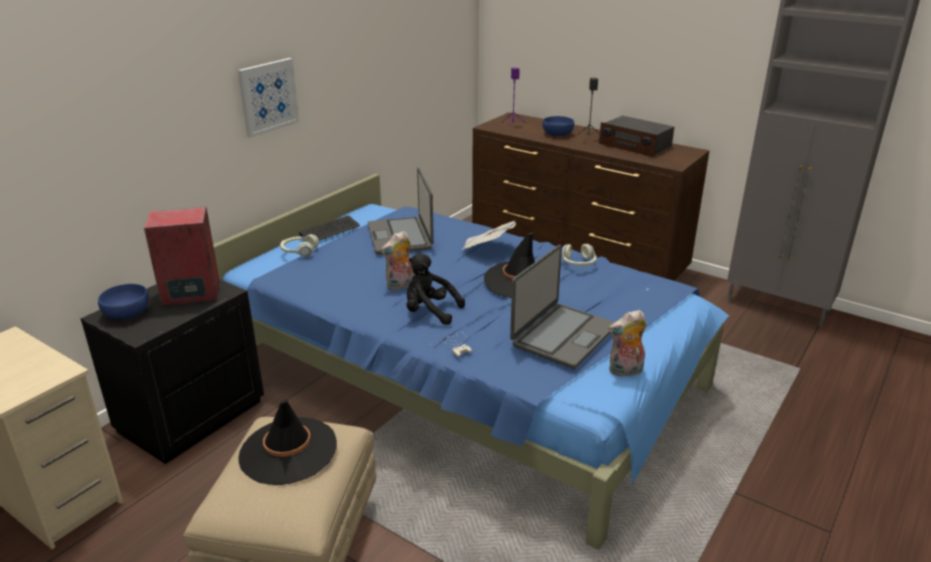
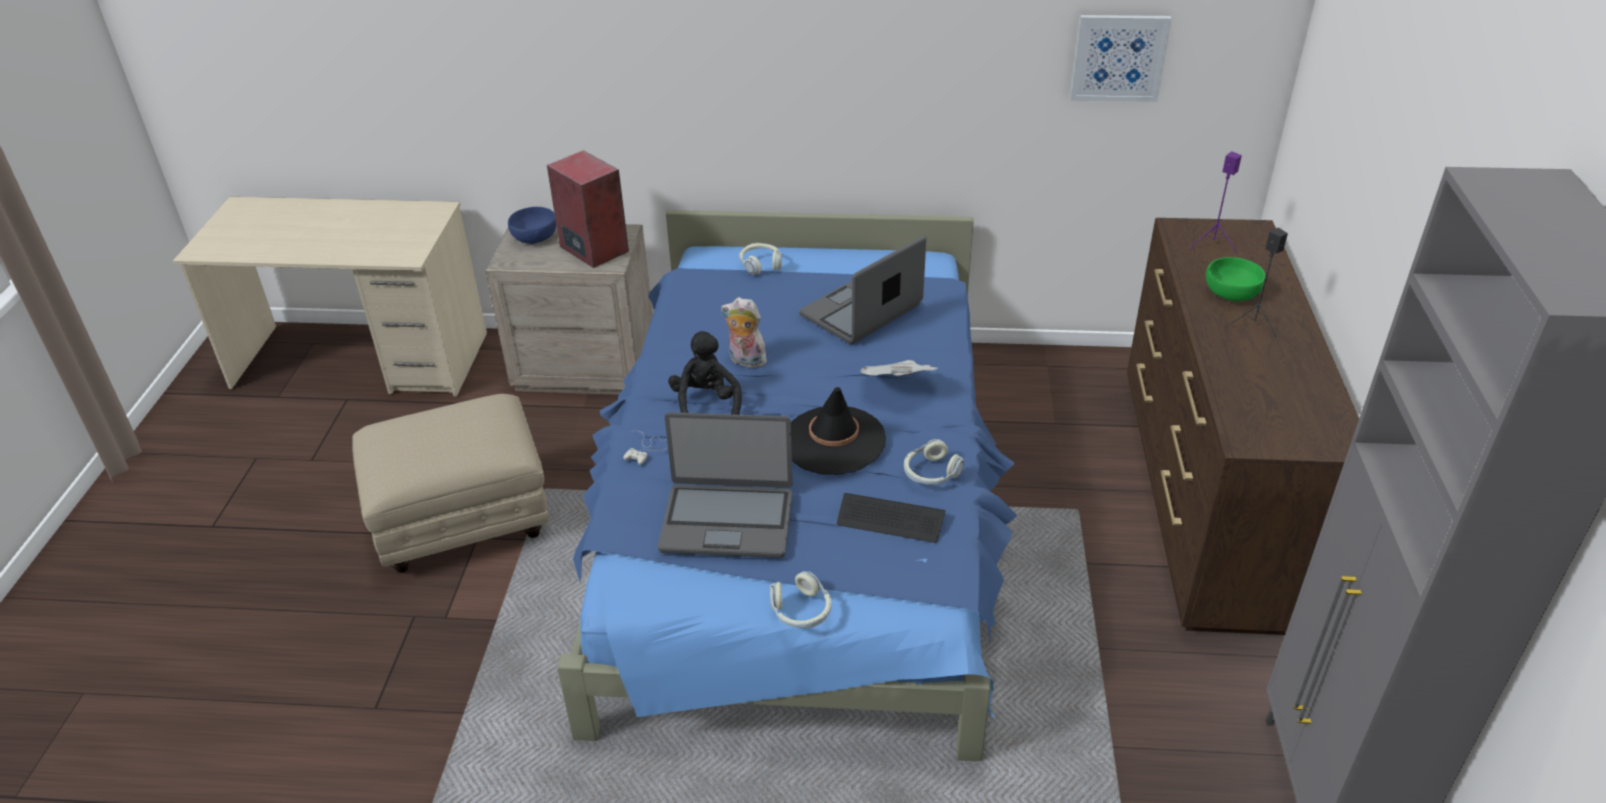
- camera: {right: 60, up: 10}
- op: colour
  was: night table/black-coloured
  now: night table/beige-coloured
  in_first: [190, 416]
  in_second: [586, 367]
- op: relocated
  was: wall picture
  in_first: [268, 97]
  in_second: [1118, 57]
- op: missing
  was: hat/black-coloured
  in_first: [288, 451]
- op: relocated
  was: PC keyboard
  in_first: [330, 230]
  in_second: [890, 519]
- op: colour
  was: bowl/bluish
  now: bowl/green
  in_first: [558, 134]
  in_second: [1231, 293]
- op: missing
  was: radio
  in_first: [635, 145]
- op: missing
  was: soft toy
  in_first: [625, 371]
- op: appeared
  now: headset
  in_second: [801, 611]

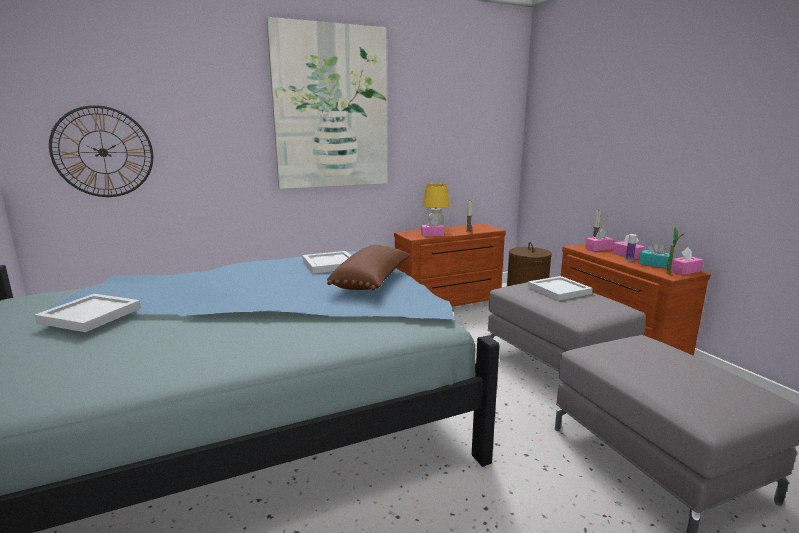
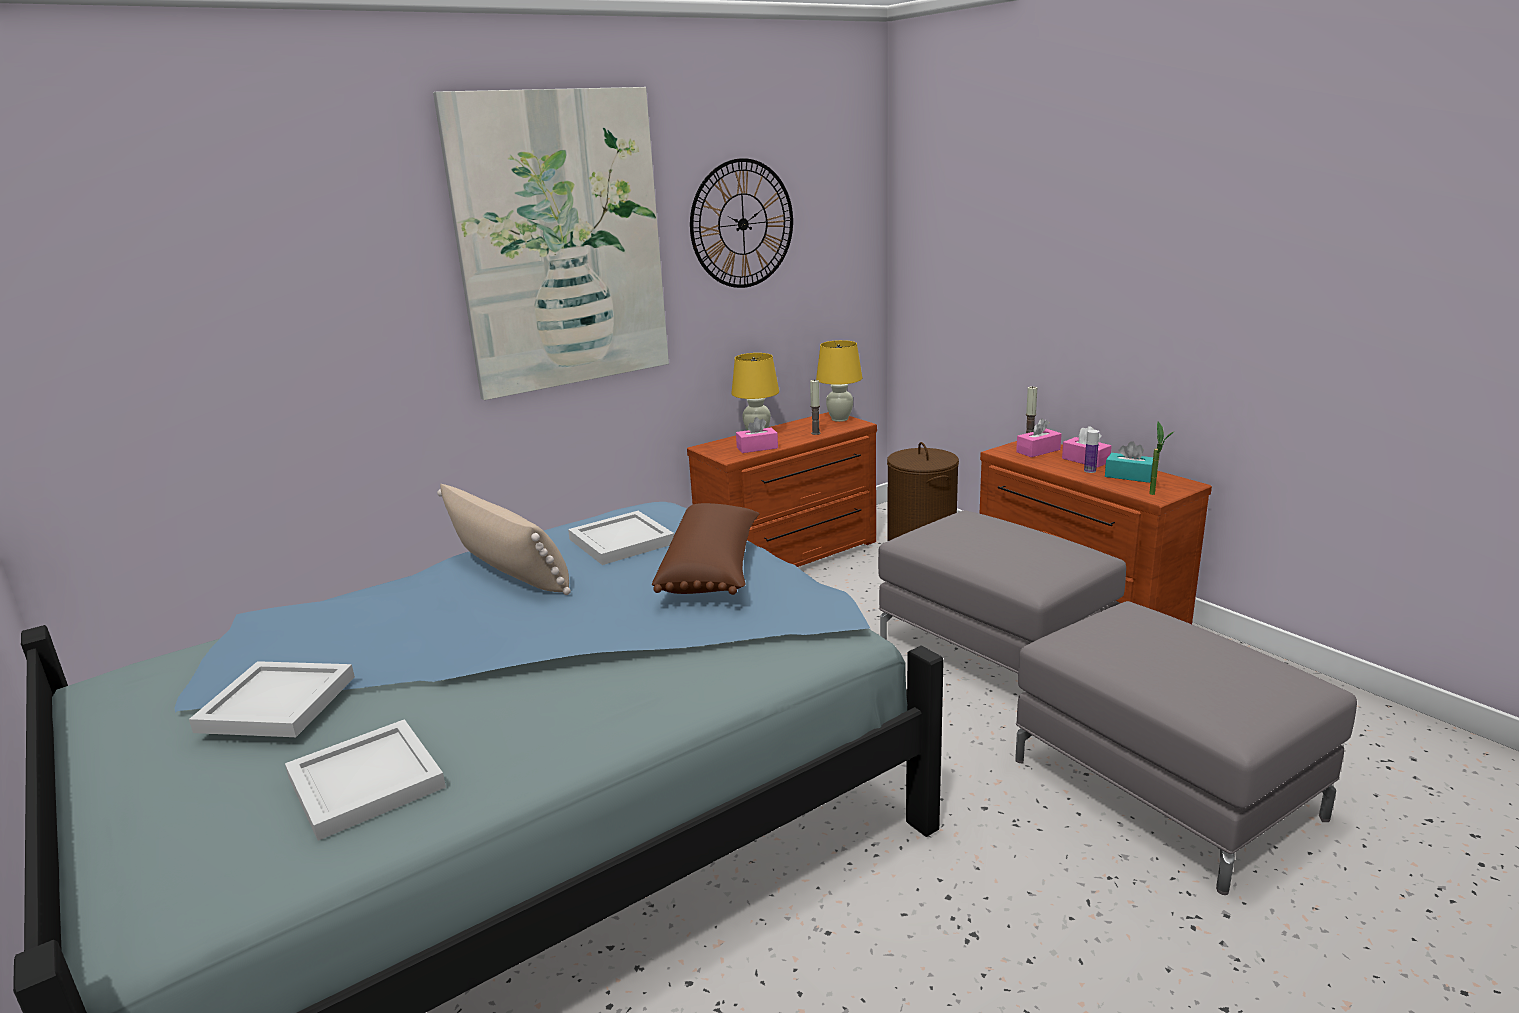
- camera: {right: -10, up: 5}
- op: relocated
  was: wall clock
  in_first: [103, 152]
  in_second: [742, 224]
- op: relocated
  was: serving tray/white-coloured
  in_first: [560, 290]
  in_second: [368, 782]
- op: missing
  was: tissue holder/pink-coloured
  in_first: [684, 271]
- op: appeared
  now: pillow/beige-coloured
  in_second: [510, 571]
- op: appeared
  now: table lamp/yellow-coloured
  in_second: [839, 419]

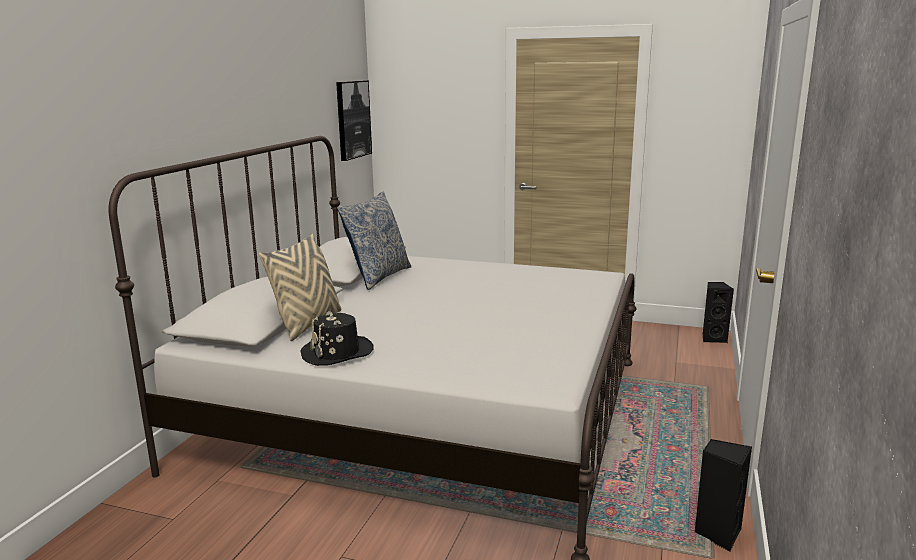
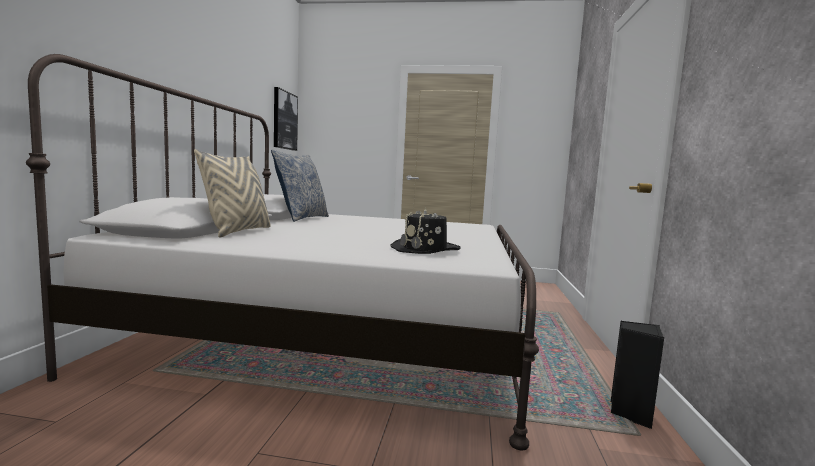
- camera: {right: -10, up: -10}
- op: relocated
  was: hat/black-coloured
  in_first: [337, 353]
  in_second: [425, 249]
- op: missing
  was: audio speaker/black-coloured
  in_first: [713, 338]

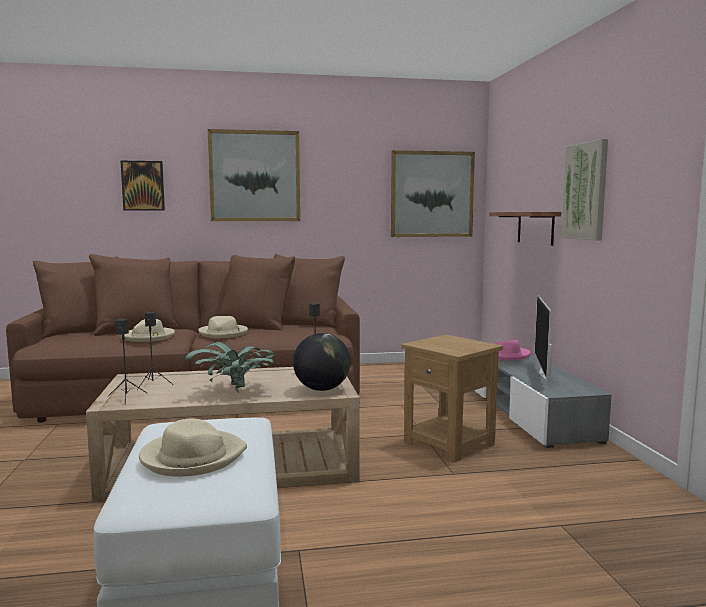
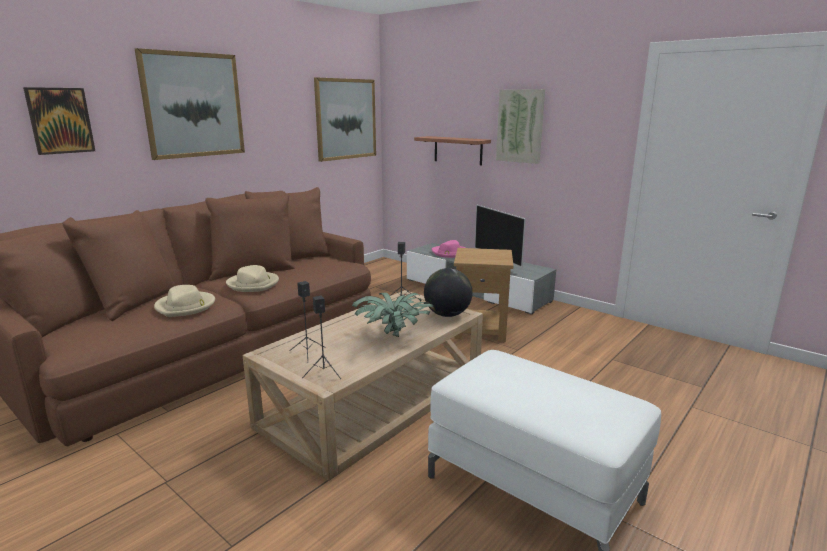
- camera: {right: -40, up: 10}
- op: missing
  was: hat/beige-coloured
  in_first: [192, 457]

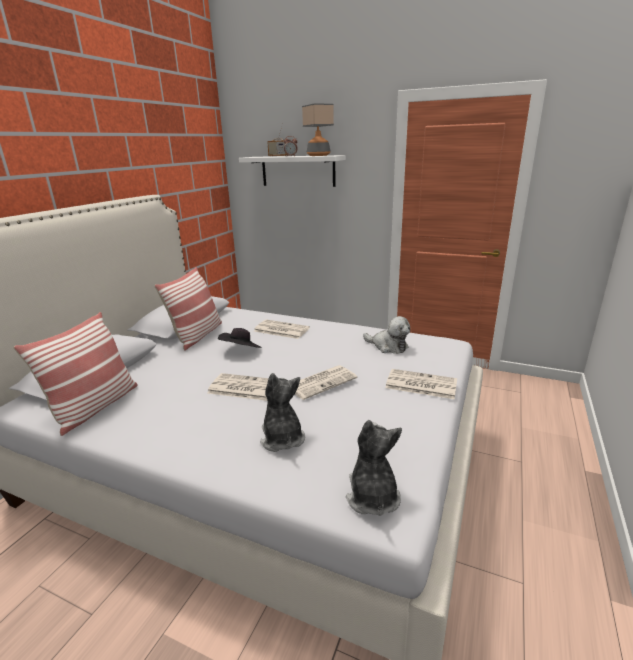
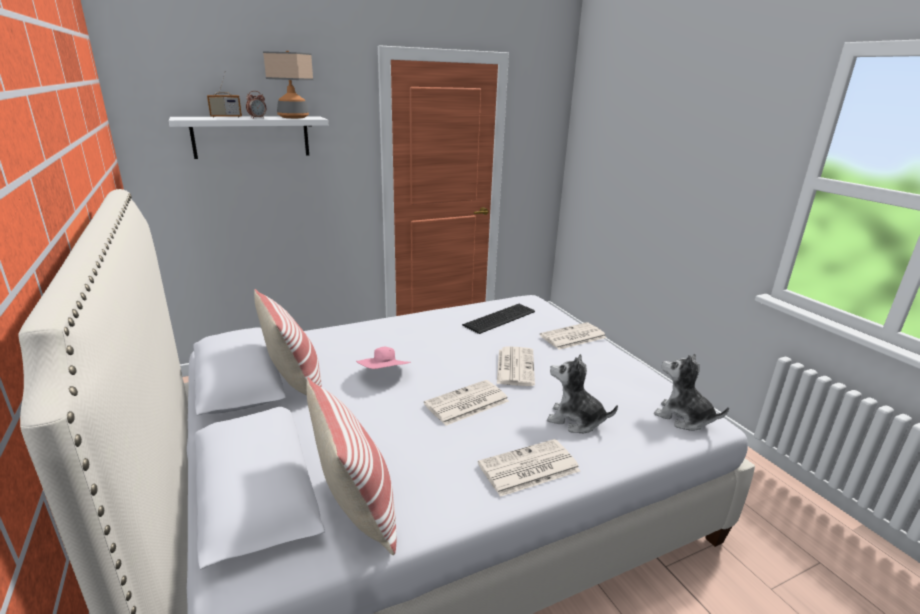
- camera: {right: -50, up: 0}
- op: colour
  was: hat/black-coloured
  now: hat/pink-coloured
  in_first: [241, 351]
  in_second: [384, 375]
- op: relocated
  was: printed paper
  in_first: [280, 330]
  in_second: [528, 468]
- op: exchanged
  was: soft toy
  now: PC keyboard
  in_first: [388, 346]
  in_second: [497, 318]

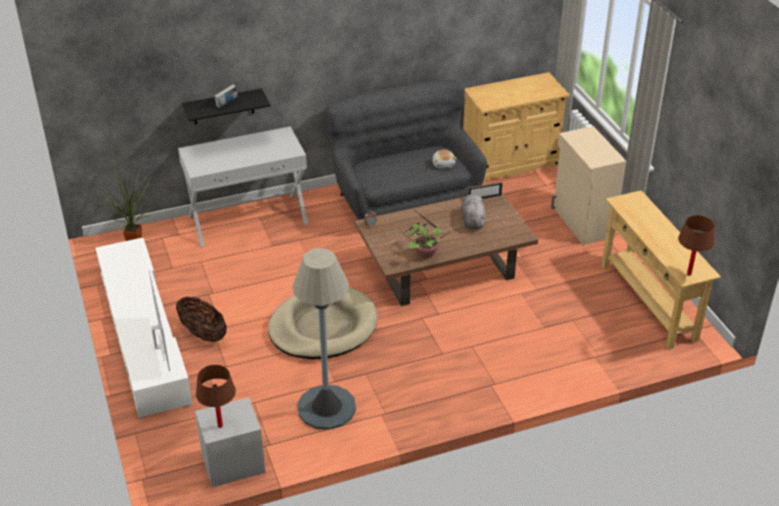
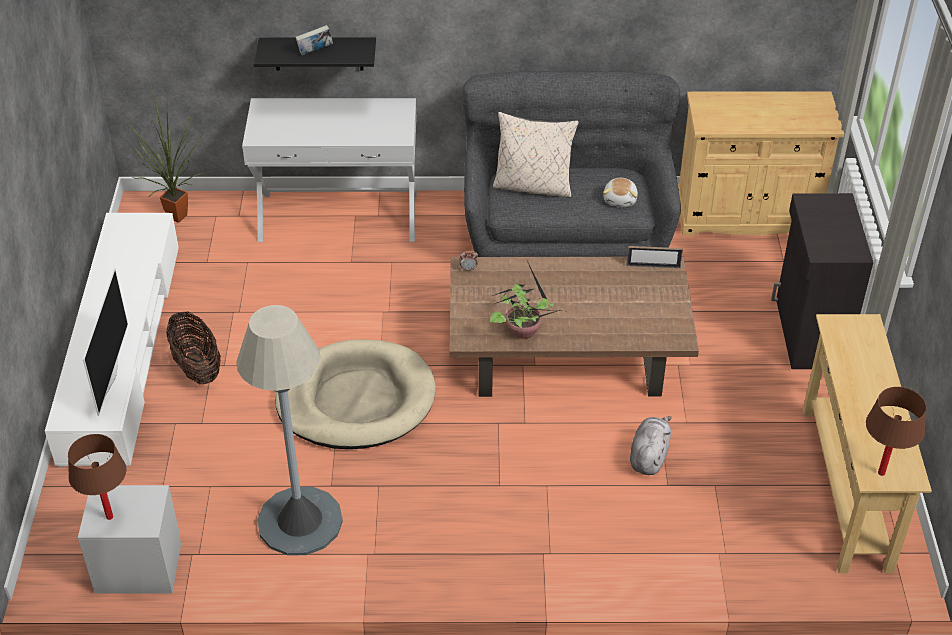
- camera: {right: 20, up: 5}
- op: relocated
  was: soft toy/grey
  in_first: [472, 220]
  in_second: [649, 456]
- op: colour
  was: storage cabinet/beige-coloured
  now: storage cabinet/black-coloured
  in_first: [582, 222]
  in_second: [808, 334]
- op: appeared
  now: pillow/beige-coloured
  in_second: [533, 186]

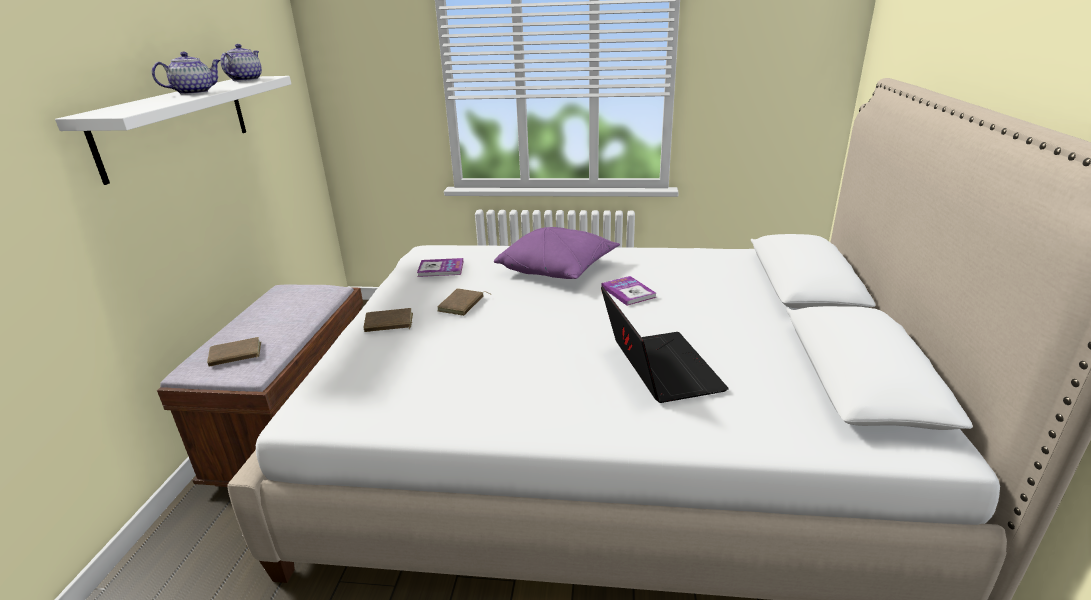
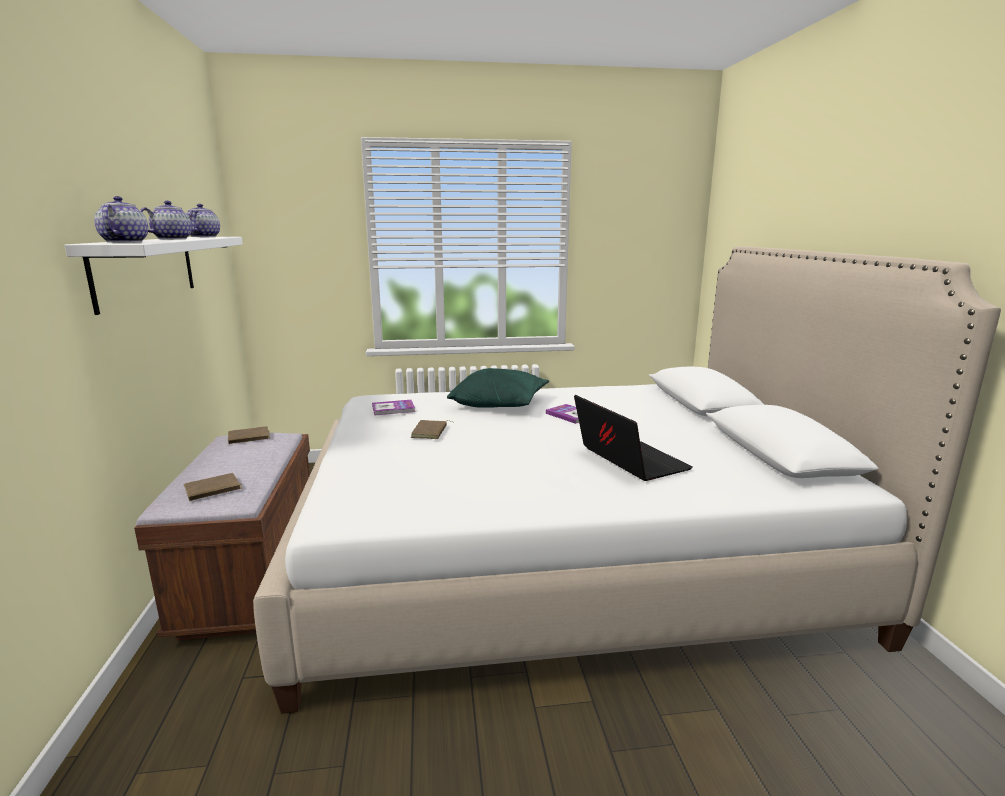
- camera: {right: -15, up: -10}
- op: relocated
  was: book/brown-coloured
  in_first: [388, 324]
  in_second: [249, 438]
- op: colour
  was: pillow/purple
  now: pillow/green
  in_first: [558, 269]
  in_second: [500, 404]
- op: appeared
  now: tea pot
  in_second: [125, 242]

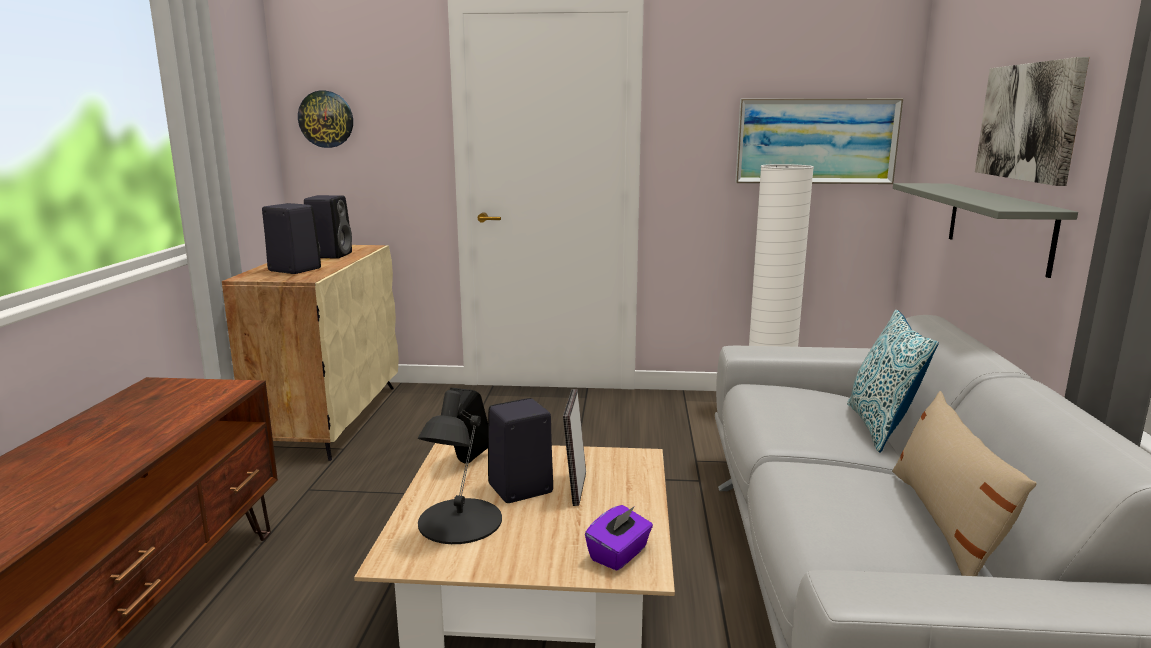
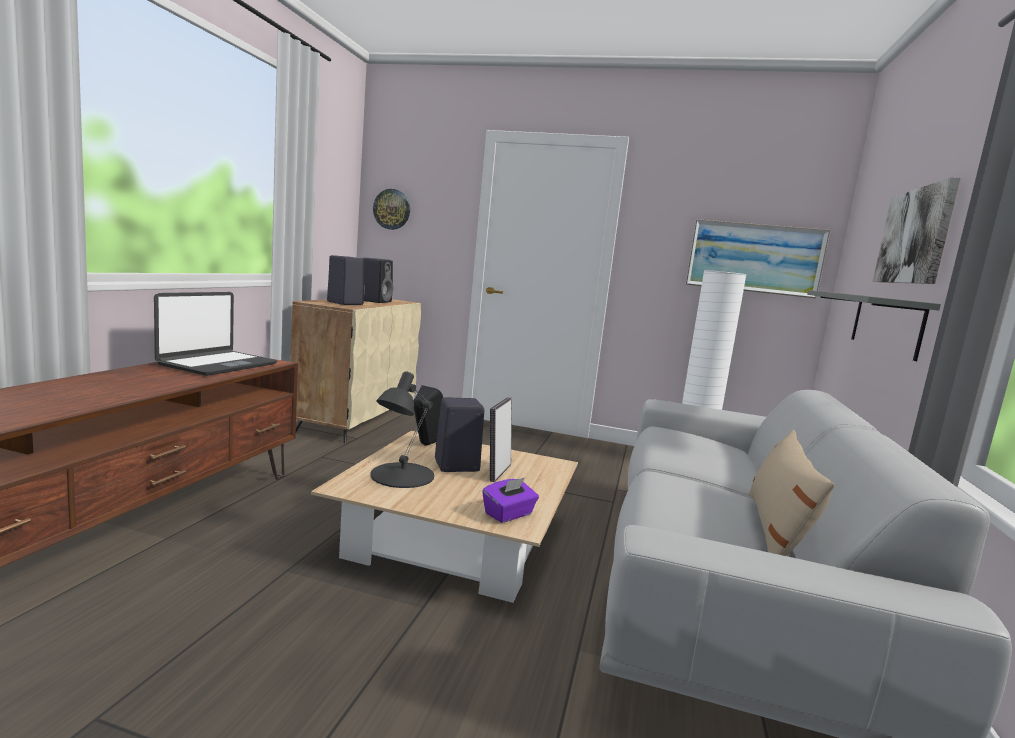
- camera: {right: 10, up: -5}
- op: missing
  was: pillow
  in_first: [880, 427]
- op: appeared
  now: portable computer
  in_second: [217, 364]

